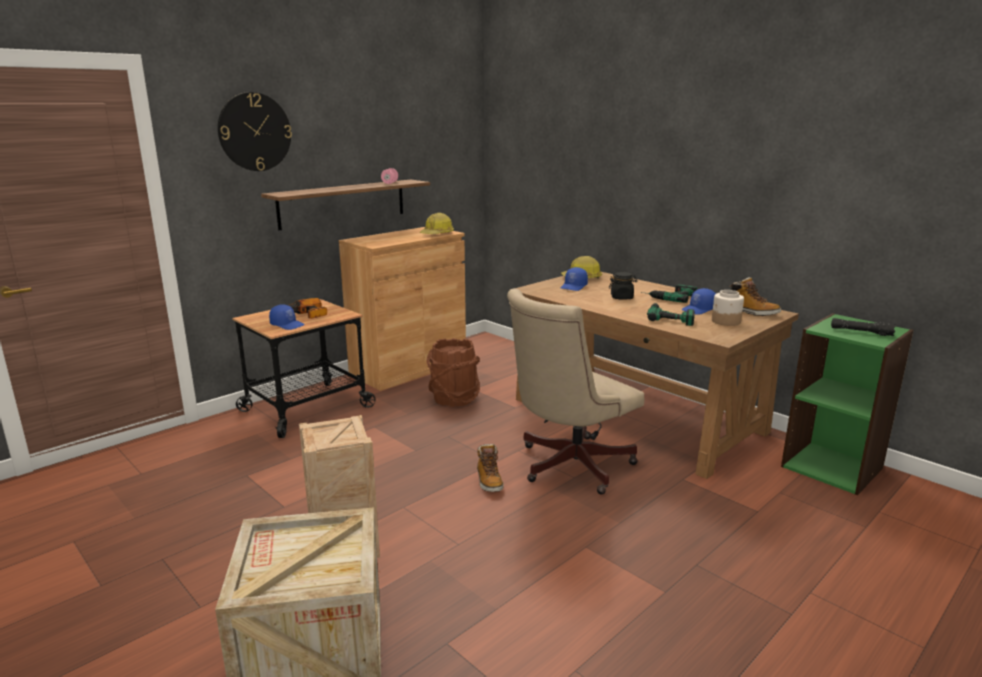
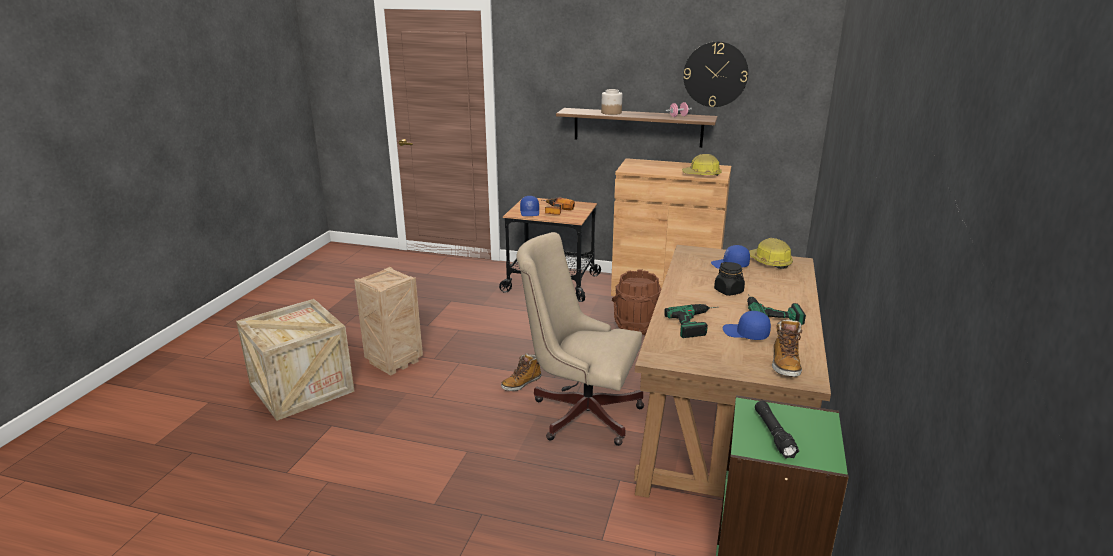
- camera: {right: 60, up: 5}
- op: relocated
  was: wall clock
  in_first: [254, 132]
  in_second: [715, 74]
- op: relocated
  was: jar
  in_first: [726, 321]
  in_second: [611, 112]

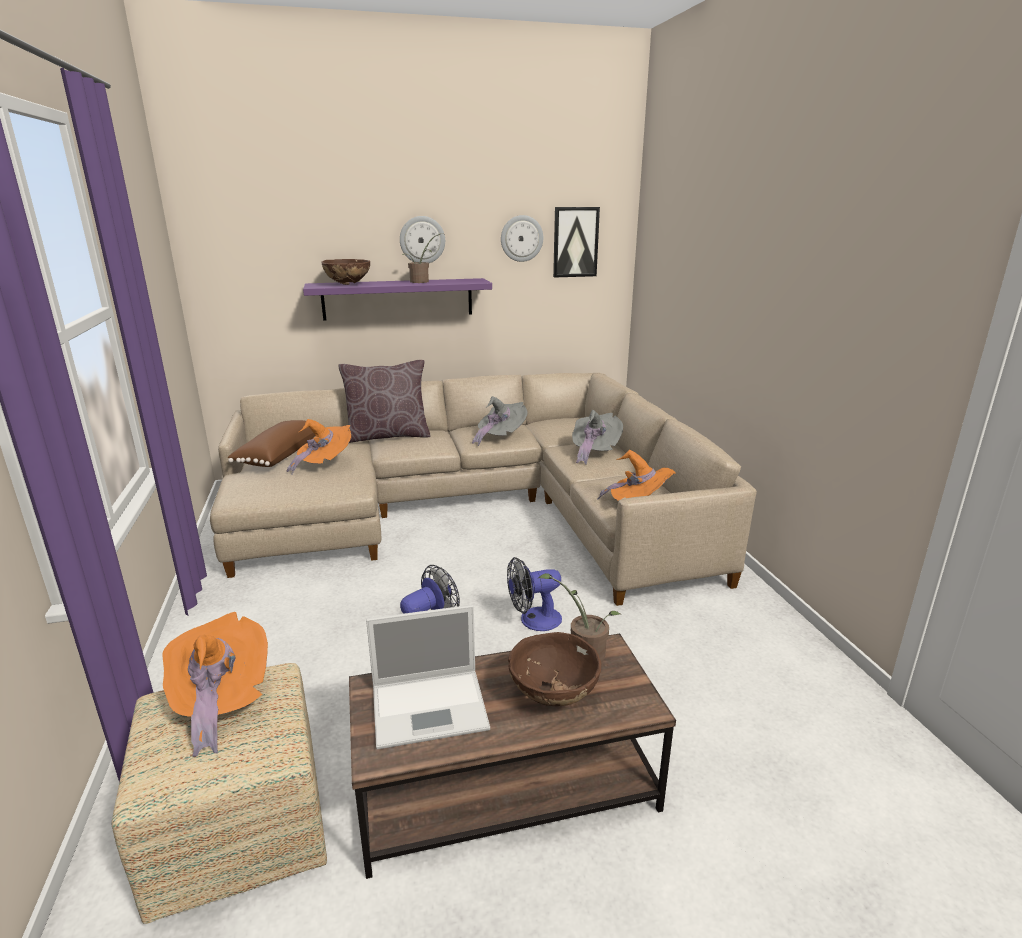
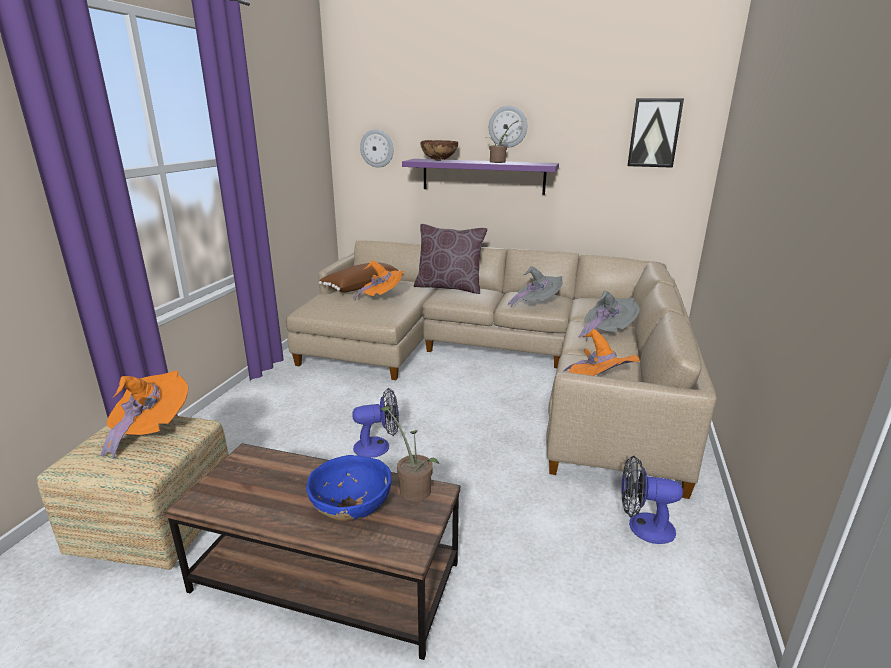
- camera: {right: 30, up: 0}
- op: missing
  was: portable computer
  in_first: [431, 707]
- op: relocated
  was: wall clock
  in_first: [521, 238]
  in_second: [377, 148]
- op: relocated
  was: fan
  in_first: [533, 620]
  in_second: [642, 527]
- op: colour
  was: bowl/brown-coloured
  now: bowl/bluish
  in_first: [553, 695]
  in_second: [351, 511]

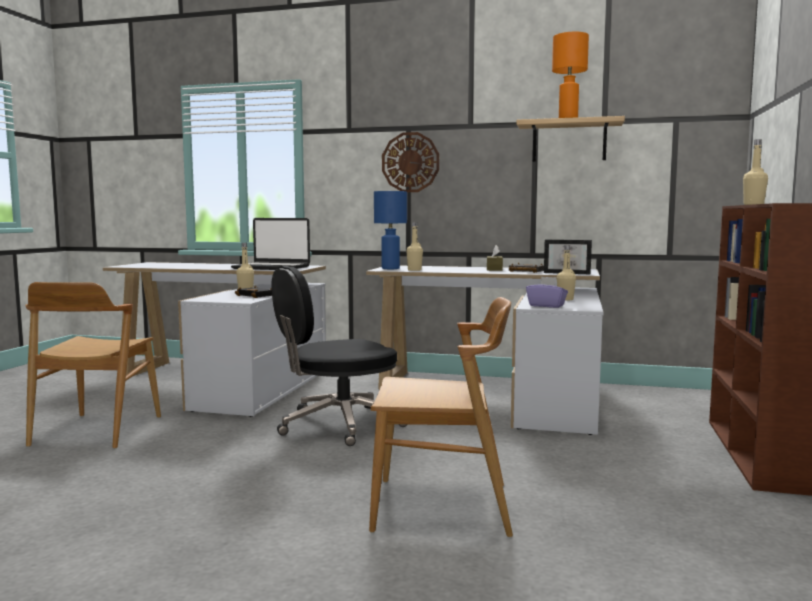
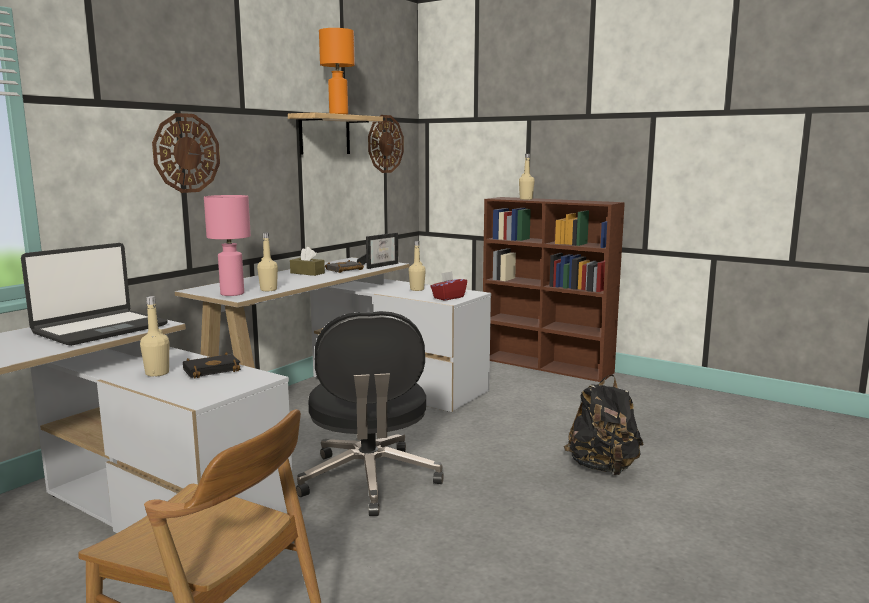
- camera: {right: -70, up: 5}
- op: exchanged
  was: upright chair/brown-coloured
  now: rucksack/black-coloured
  in_first: [442, 507]
  in_second: [603, 468]
- op: colour
  was: table lamp/bluish
  now: table lamp/pink-coloured
  in_first: [391, 268]
  in_second: [233, 294]
- op: colour
  was: tissue holder/purple
  now: tissue holder/reddish
  in_first: [546, 306]
  in_second: [448, 297]
- op: appeared
  now: wall clock
  in_second: [385, 144]

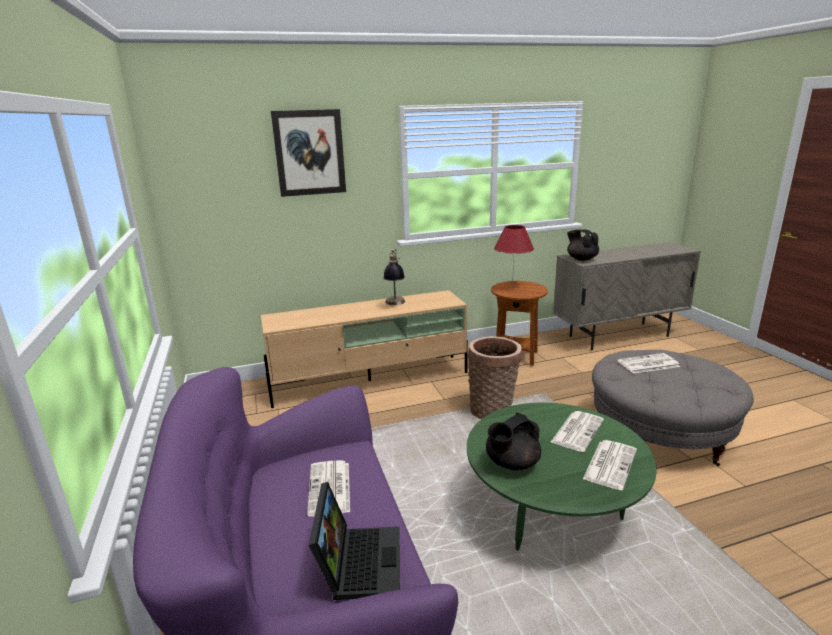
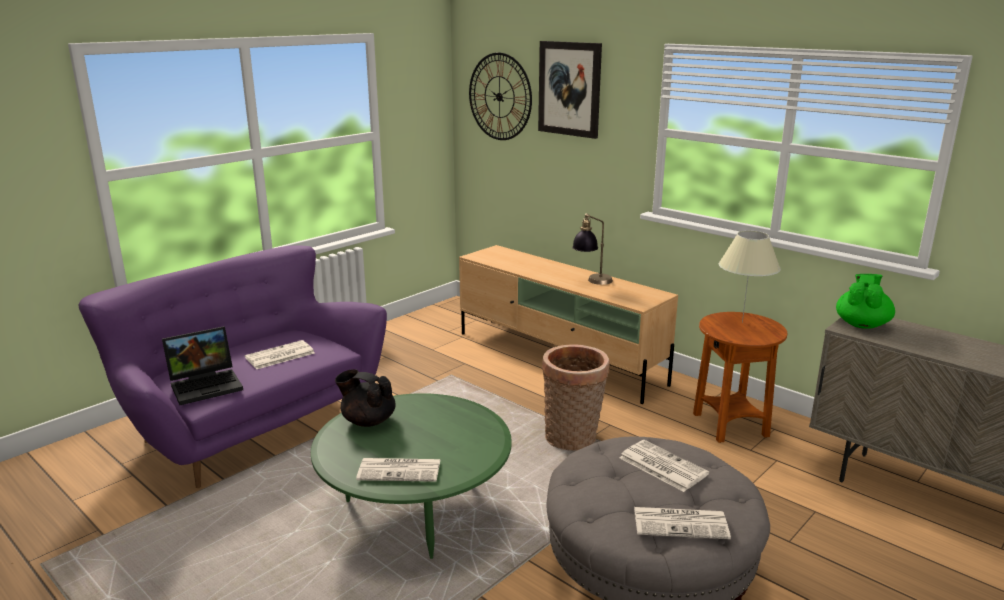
- camera: {right: 60, up: 0}
- op: colour
  was: table lamp/reddish
  now: table lamp/beige-coloured
  in_first: [512, 287]
  in_second: [742, 322]
- op: relocated
  was: printed paper
  in_first: [577, 431]
  in_second: [681, 523]
- op: colour
  was: tea pot/black-coloured
  now: tea pot/green
  in_first: [581, 259]
  in_second: [862, 324]
- op: appeared
  now: wall clock
  in_second: [499, 97]

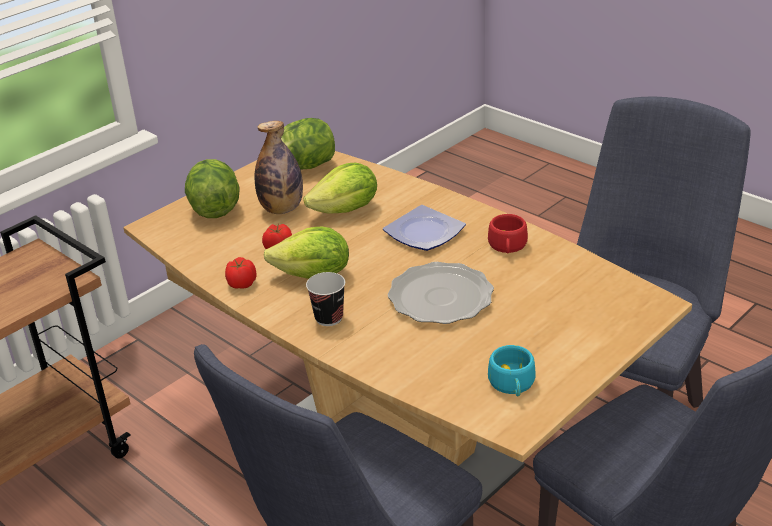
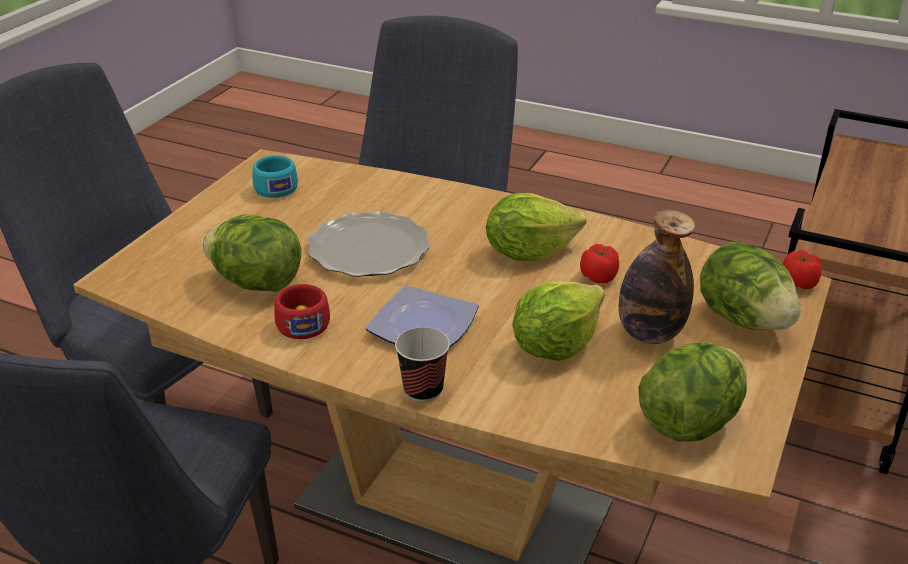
- camera: {right: 160, up: 0}
- op: relocated
  was: tomato
  in_first: [241, 284]
  in_second: [798, 283]
- op: relocated
  was: cup
  in_first: [329, 318]
  in_second: [423, 390]
- op: appeared
  now: lettuce head
  in_second: [256, 283]

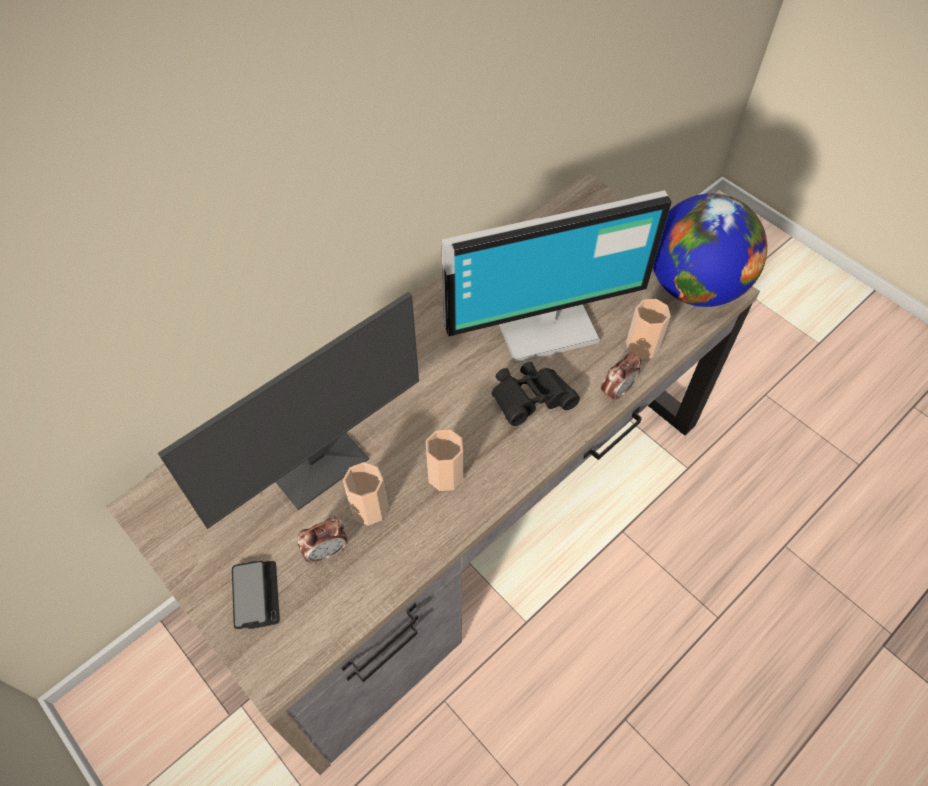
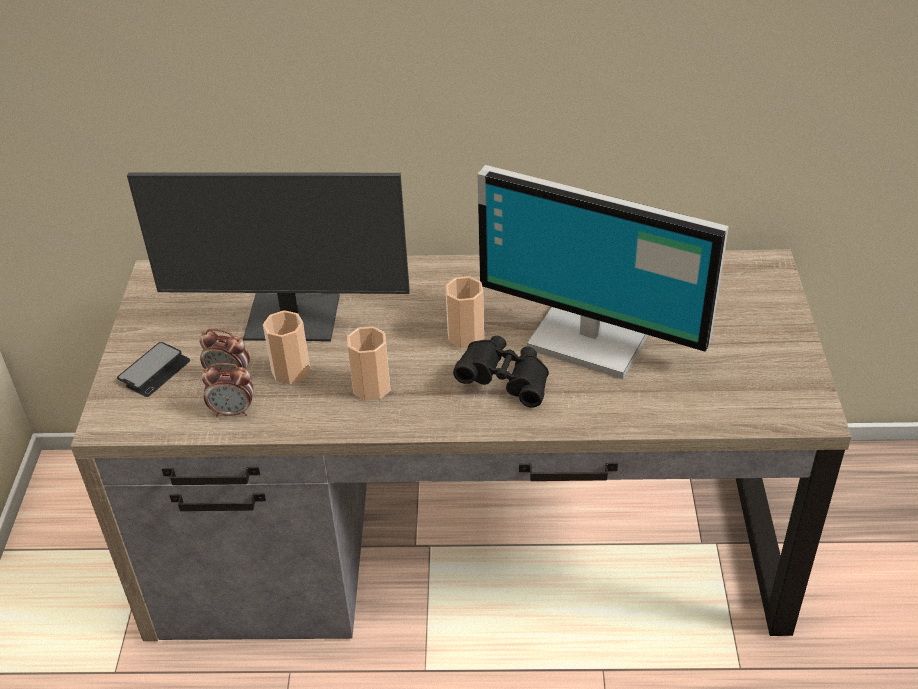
- camera: {right: 45, up: -15}
- op: relocated
  was: table clock
  in_first: [617, 391]
  in_second: [233, 411]
- op: relocated
  was: cup
  in_first: [642, 346]
  in_second: [465, 336]
- op: missing
  was: desk globe
  in_first: [694, 287]

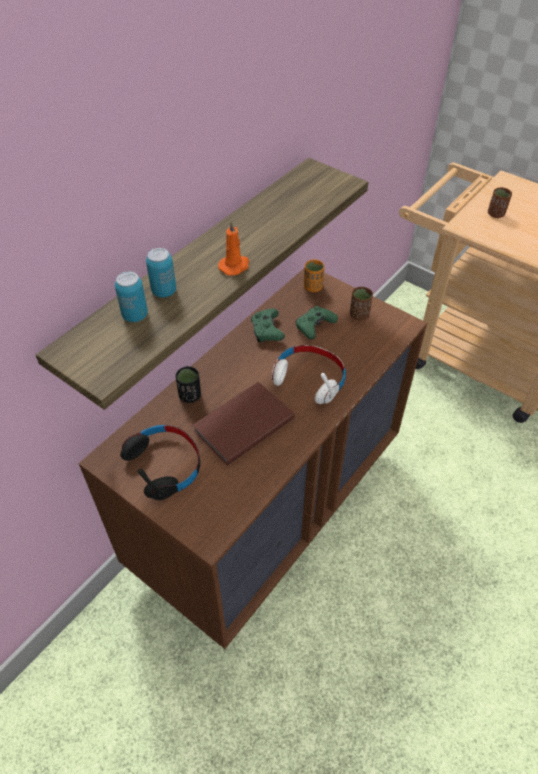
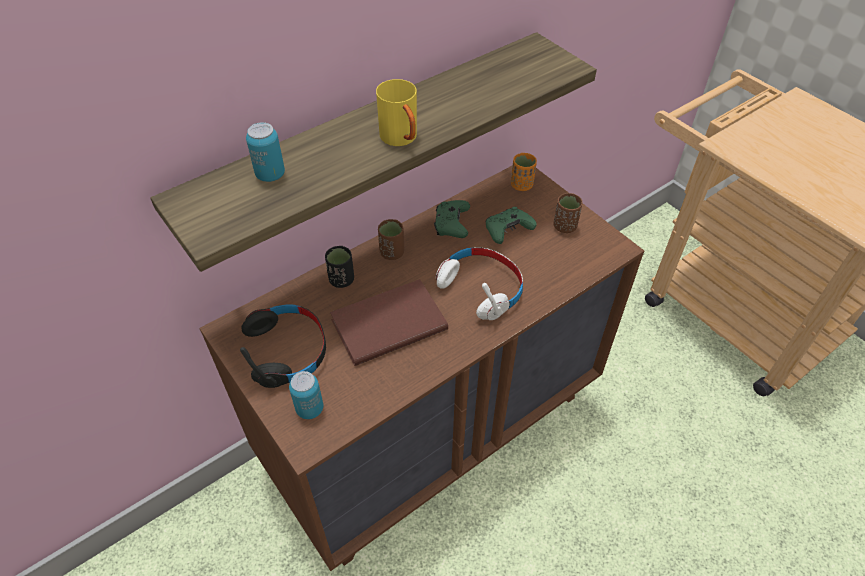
- camera: {right: 15, up: 0}
- op: relocated
  was: can
  in_first: [164, 291]
  in_second: [310, 409]
- op: exchanged
  was: candle/orange-coloured
  now: coffee mug/yellow-coloured
  in_first: [235, 266]
  in_second: [402, 140]
- op: relocated
  was: cup/brown-coloured
  in_first: [495, 214]
  in_second: [392, 253]

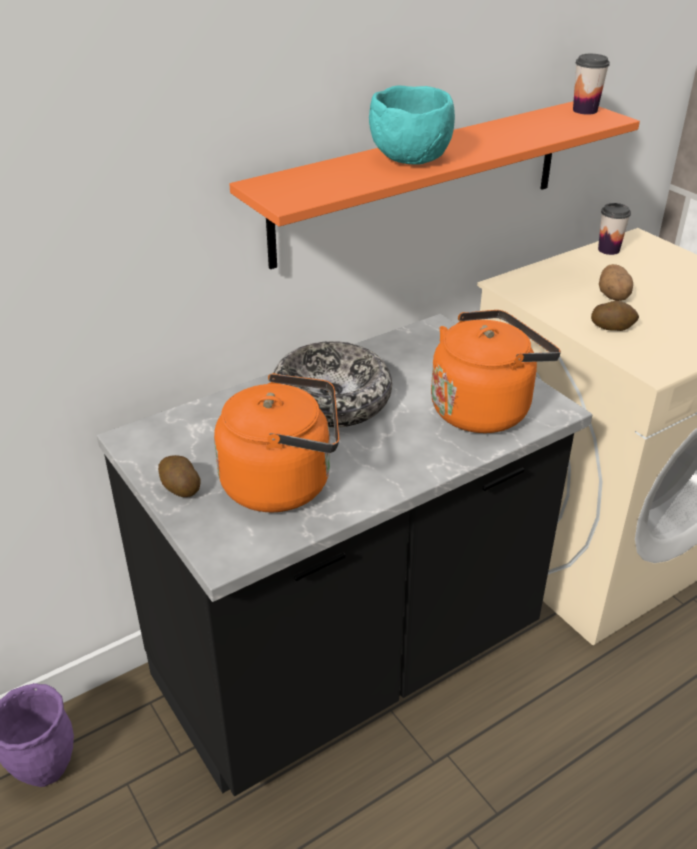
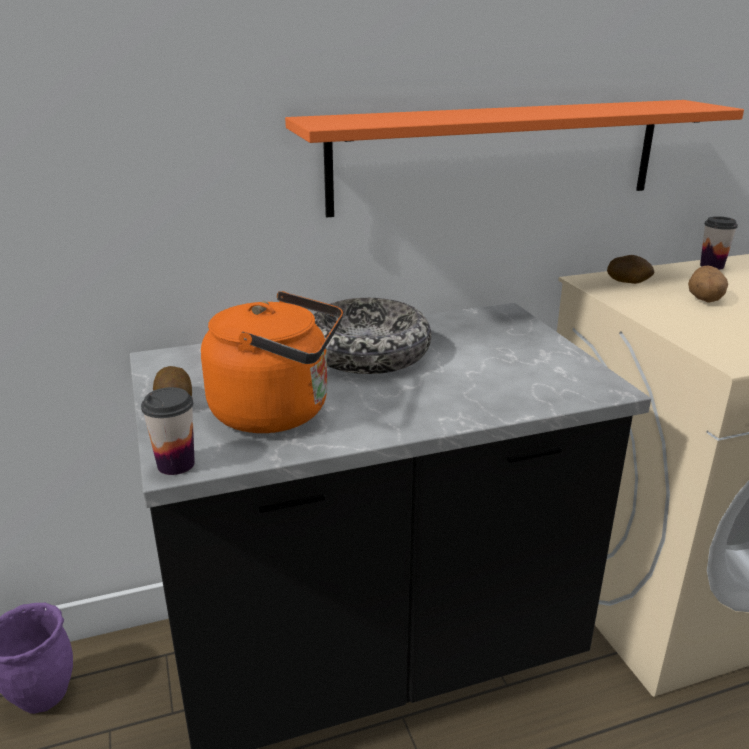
- camera: {right: 15, up: -10}
- op: missing
  was: bowl/blue-green
  in_first: [408, 158]
- op: missing
  was: tea kettle/orange-coloured
  in_first: [484, 408]
- op: relocated
  was: cup
  in_first: [585, 110]
  in_second: [176, 464]
- op: relocated
  was: potato
  in_first: [612, 327]
  in_second: [628, 281]

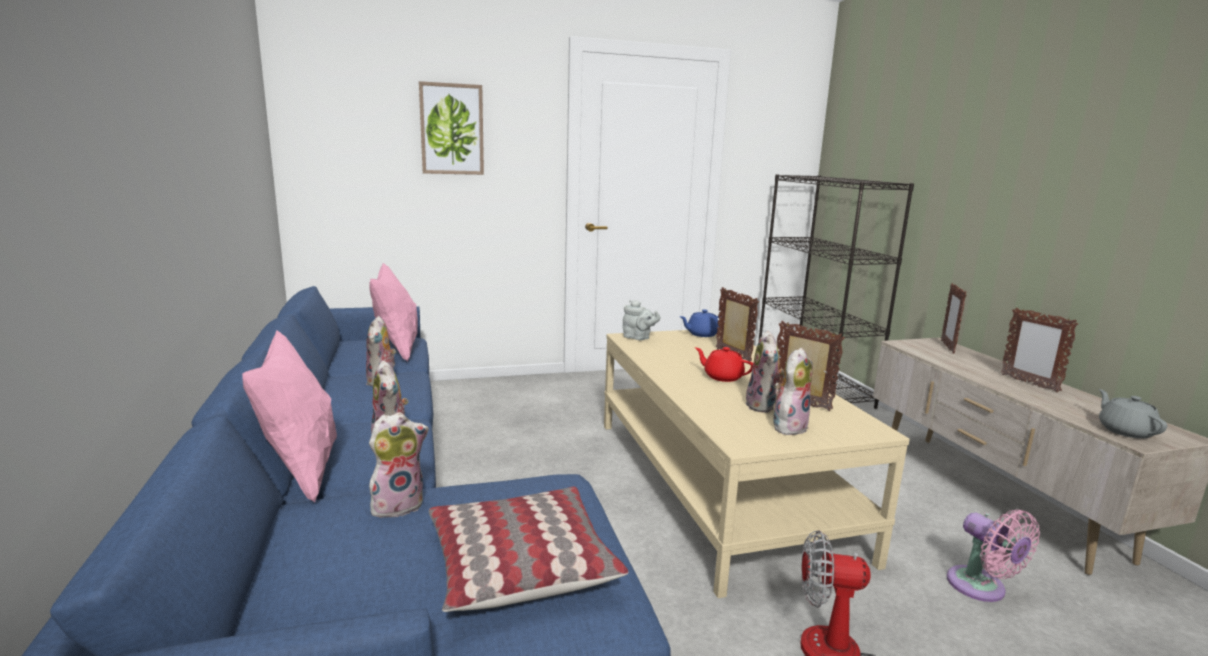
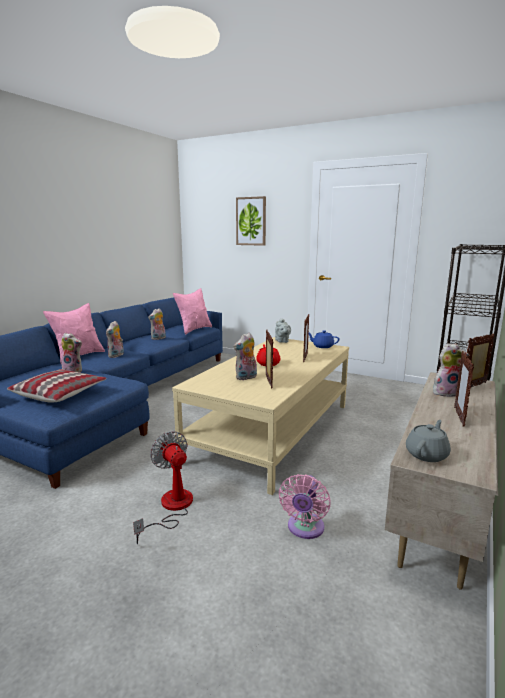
- camera: {right: 45, up: 0}
- op: relocated
  was: soft toy
  in_first: [788, 426]
  in_second: [446, 392]

